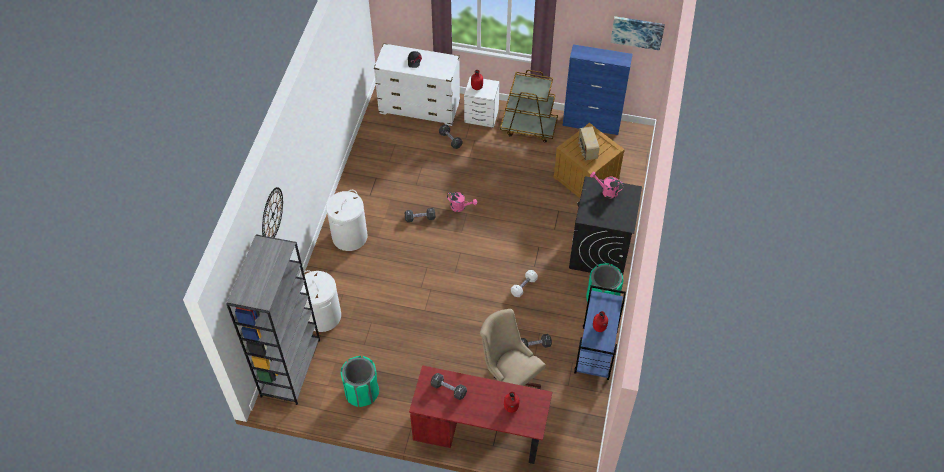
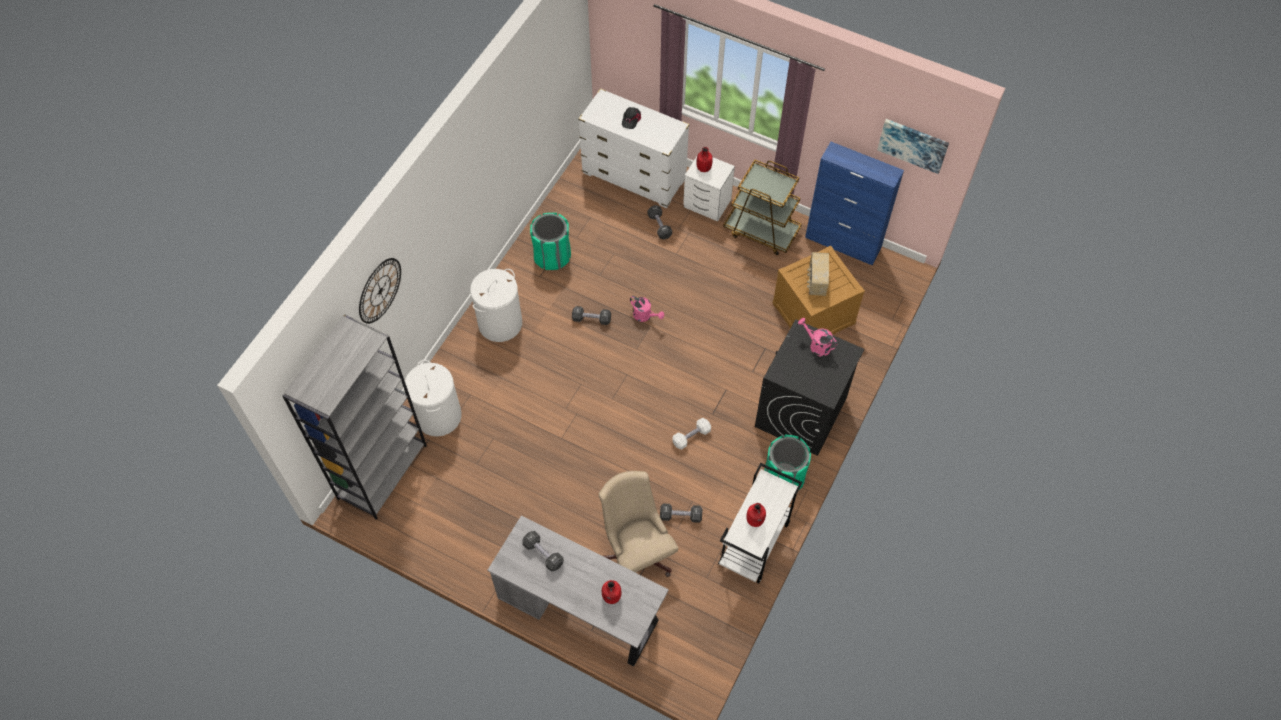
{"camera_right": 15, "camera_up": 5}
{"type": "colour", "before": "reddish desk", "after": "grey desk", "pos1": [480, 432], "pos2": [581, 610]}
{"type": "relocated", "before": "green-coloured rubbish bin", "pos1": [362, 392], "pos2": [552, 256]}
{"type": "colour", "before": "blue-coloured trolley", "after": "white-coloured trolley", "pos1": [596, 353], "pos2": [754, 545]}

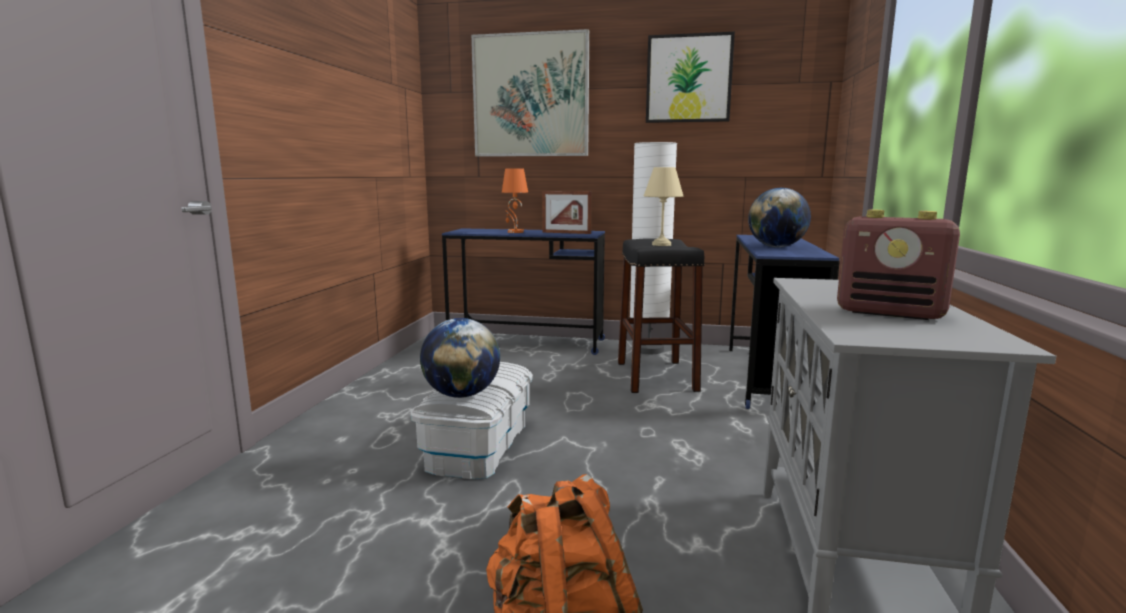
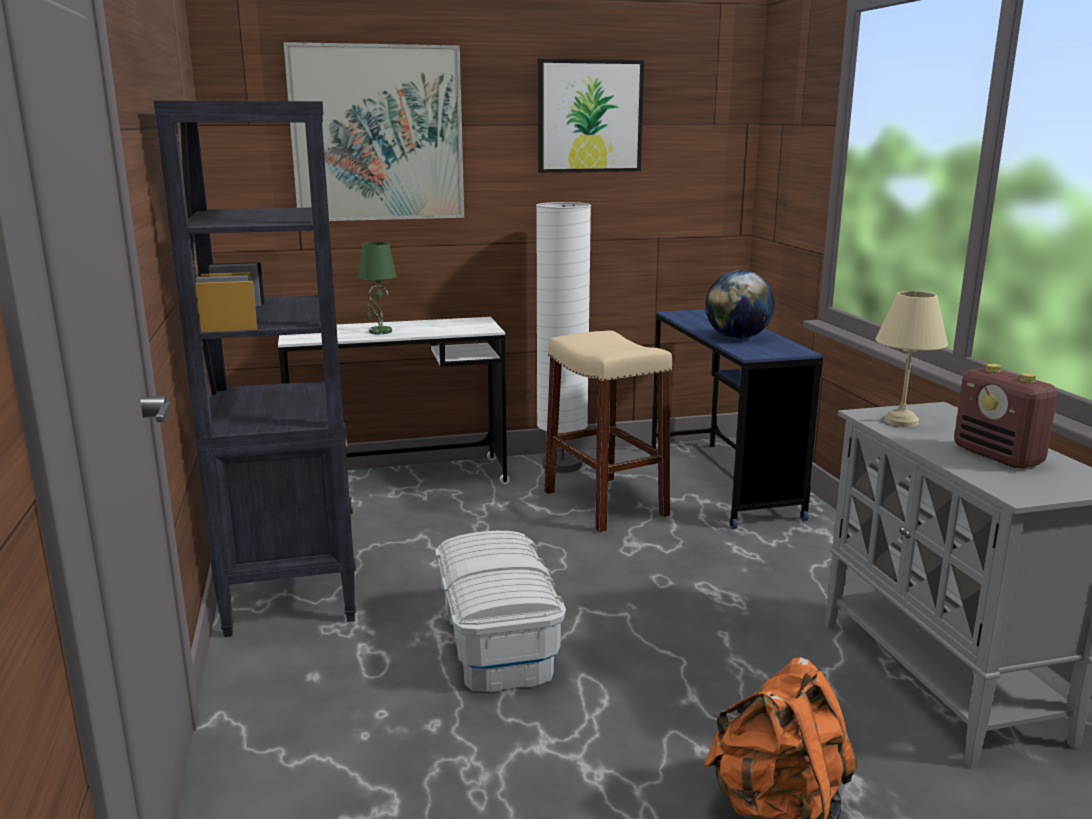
{"camera_right": -25, "camera_up": 5}
{"type": "appeared", "after": "black-coloured bookshelf", "pos2": [292, 589]}
{"type": "colour", "before": "blue-coloured desk", "after": "white-coloured desk", "pos1": [526, 343], "pos2": [399, 480]}
{"type": "colour", "before": "orange tabletop lamp", "after": "green-coloured tabletop lamp", "pos1": [515, 232], "pos2": [380, 331]}
{"type": "colour", "before": "black-coloured stool seat", "after": "beige stool seat", "pos1": [656, 376], "pos2": [605, 503]}
{"type": "relocated", "before": "beige tabletop lamp", "pos1": [662, 244], "pos2": [901, 421]}
{"type": "spun", "before": "radio receiver", "pos1": [890, 313], "pos2": [998, 456], "turn": 60}
{"type": "missing", "before": "desk globe", "pos1": [462, 395]}
{"type": "missing", "before": "photo frame", "pos1": [566, 233]}

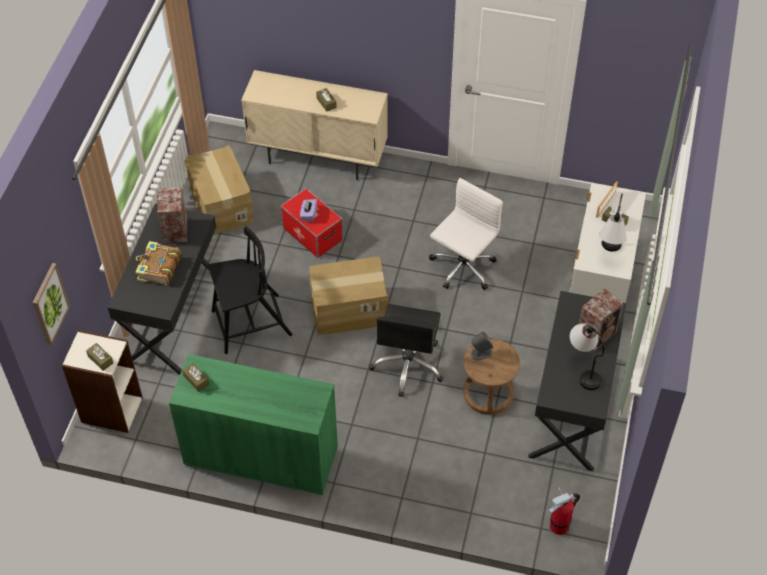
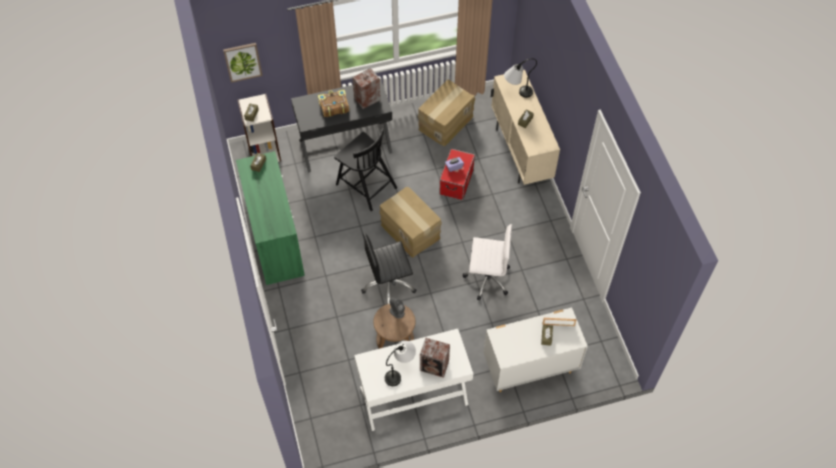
{"camera_right": 60, "camera_up": 5}
{"type": "colour", "before": "black-coloured desk", "after": "white-coloured desk", "pos1": [572, 409], "pos2": [413, 396]}
{"type": "relocated", "before": "tabletop lamp", "pos1": [608, 254], "pos2": [516, 93]}
{"type": "missing", "before": "extinguisher", "pos1": [559, 525]}

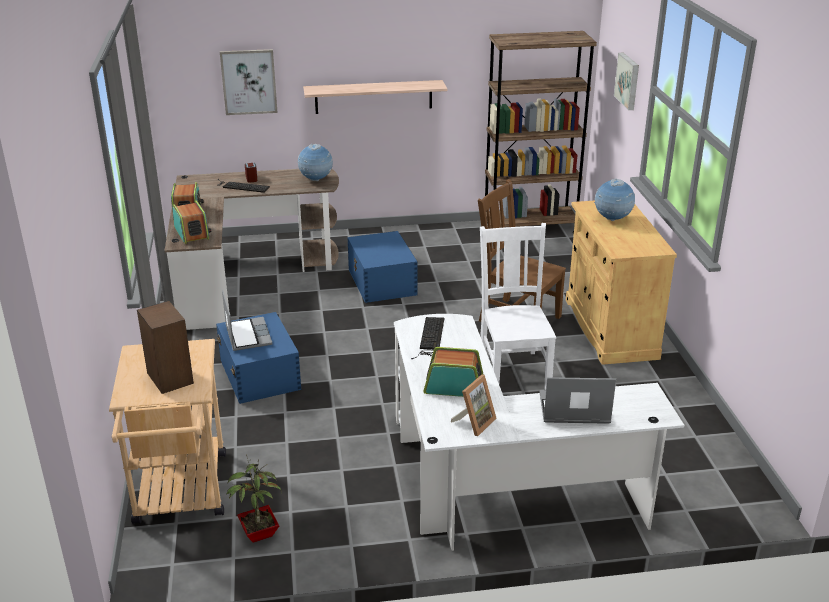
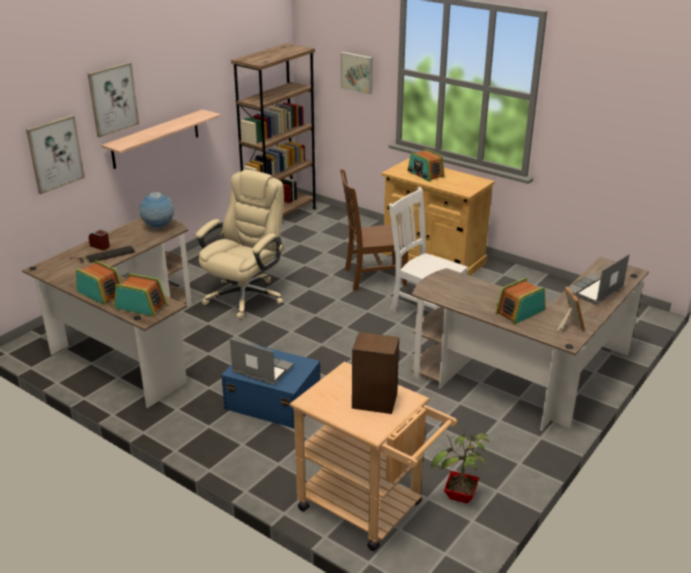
{"camera_right": -45, "camera_up": 0}
{"type": "appeared", "after": "picture", "pos2": [113, 99]}
{"type": "exchanged", "before": "blue-coloured storage box", "after": "beige office chair", "pos1": [382, 282], "pos2": [245, 296]}
{"type": "exchanged", "before": "desk globe", "after": "radio receiver", "pos1": [612, 219], "pos2": [425, 174]}
{"type": "colour", "before": "white-coloured desk", "after": "brown desk", "pos1": [492, 486], "pos2": [527, 380]}
{"type": "missing", "before": "computer keyboard", "pos1": [430, 337]}

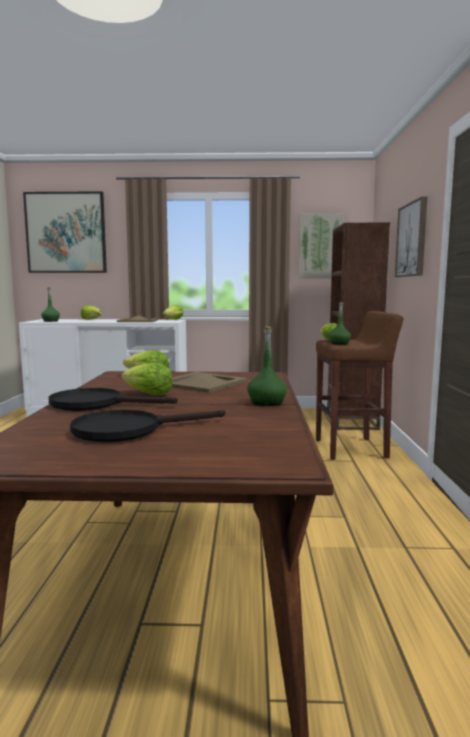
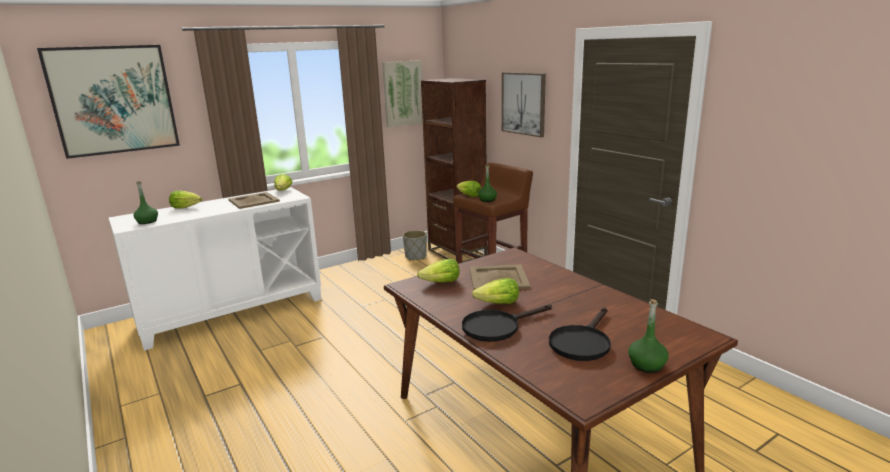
{"camera_right": -35, "camera_up": 10}
{"type": "appeared", "after": "grey flower pot", "pos2": [415, 257]}
{"type": "relocated", "before": "green-coloured bottle", "pos1": [267, 402], "pos2": [647, 365]}

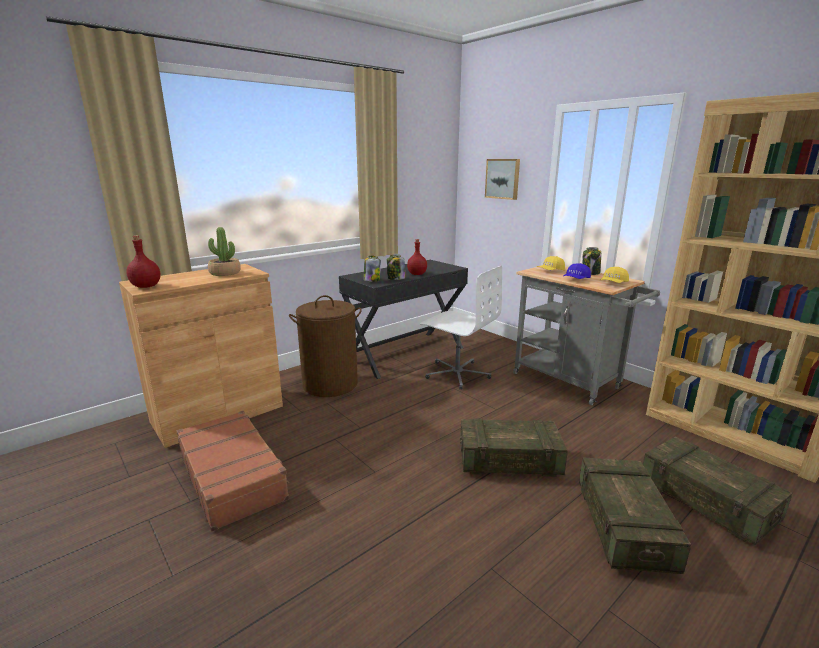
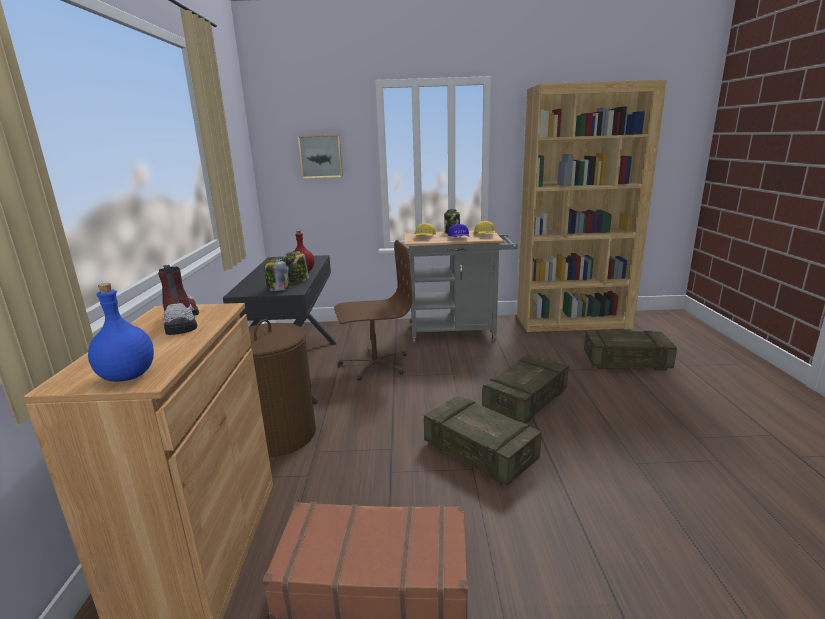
{"camera_right": -50, "camera_up": 0}
{"type": "colour", "before": "reddish bottle", "after": "blue-coloured bottle", "pos1": [145, 286], "pos2": [127, 377]}
{"type": "exchanged", "before": "plant in a pot", "after": "tall boot", "pos1": [225, 273], "pos2": [181, 321]}
{"type": "colour", "before": "white-coloured office chair", "after": "brown office chair", "pos1": [457, 373], "pos2": [374, 364]}
{"type": "relocated", "before": "shipping crate", "pos1": [623, 527], "pos2": [479, 453]}

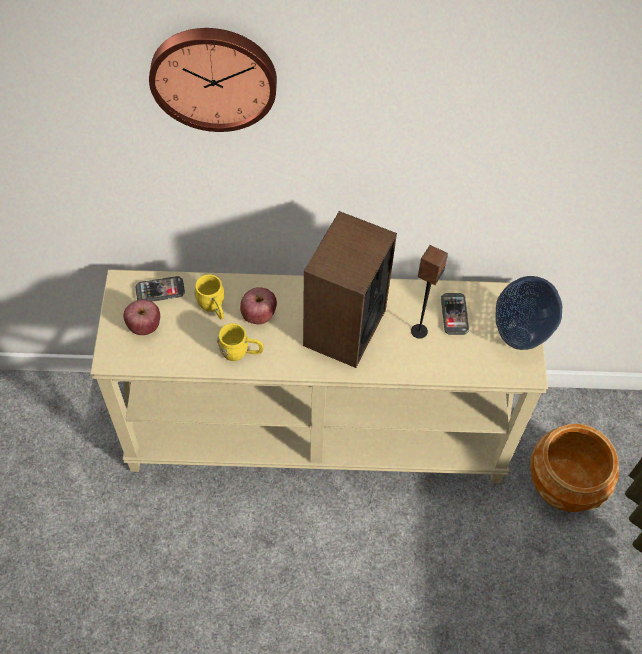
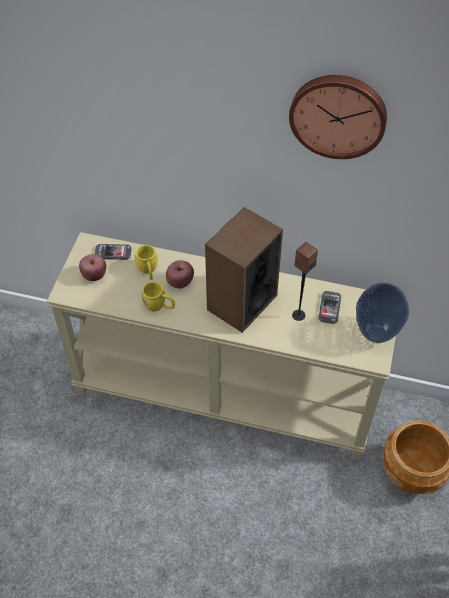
{"camera_right": 15, "camera_up": -5}
{"type": "relocated", "before": "clock on the wall", "pos1": [214, 76], "pos2": [338, 114]}

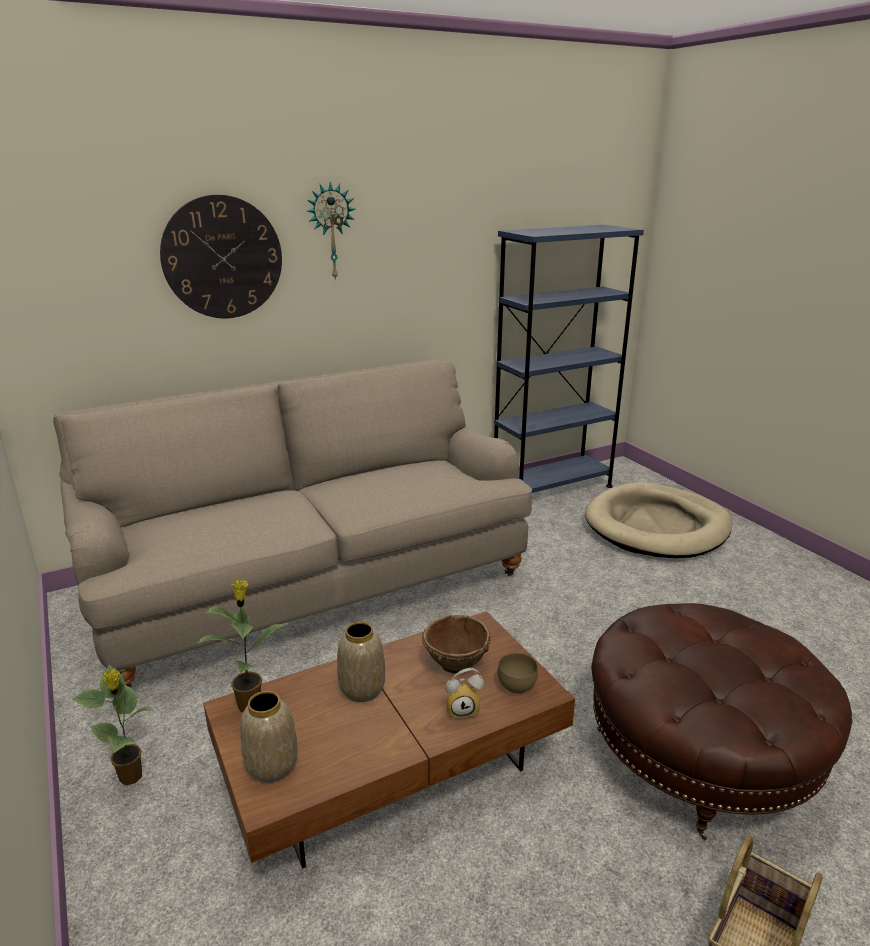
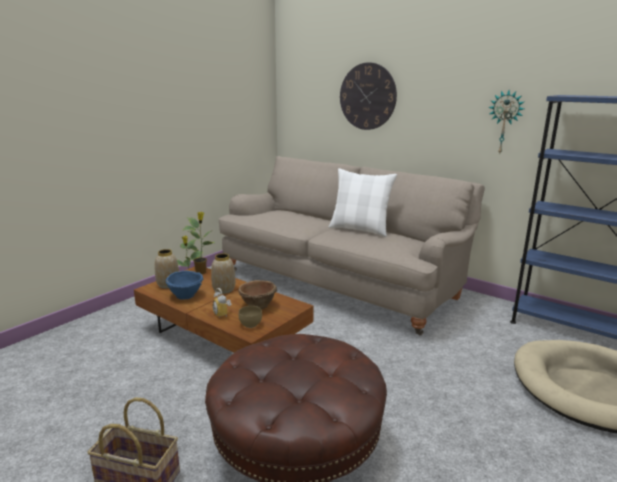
{"camera_right": 65, "camera_up": -5}
{"type": "appeared", "after": "blue-coloured deep dish", "pos2": [186, 295]}
{"type": "appeared", "after": "white-coloured cushion", "pos2": [360, 230]}
{"type": "relocated", "before": "clock on the wall", "pos1": [331, 231], "pos2": [505, 122]}

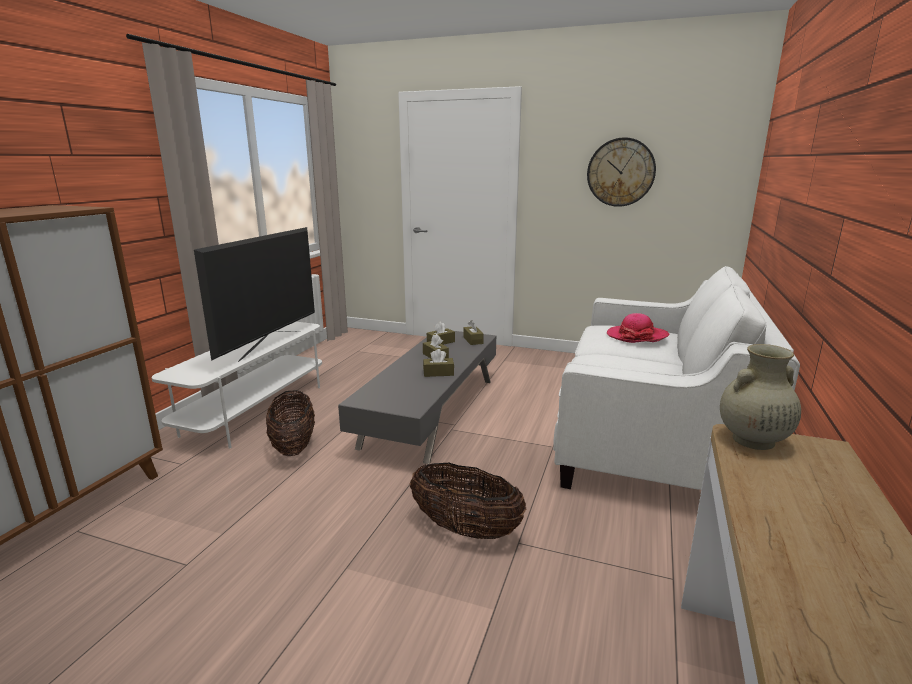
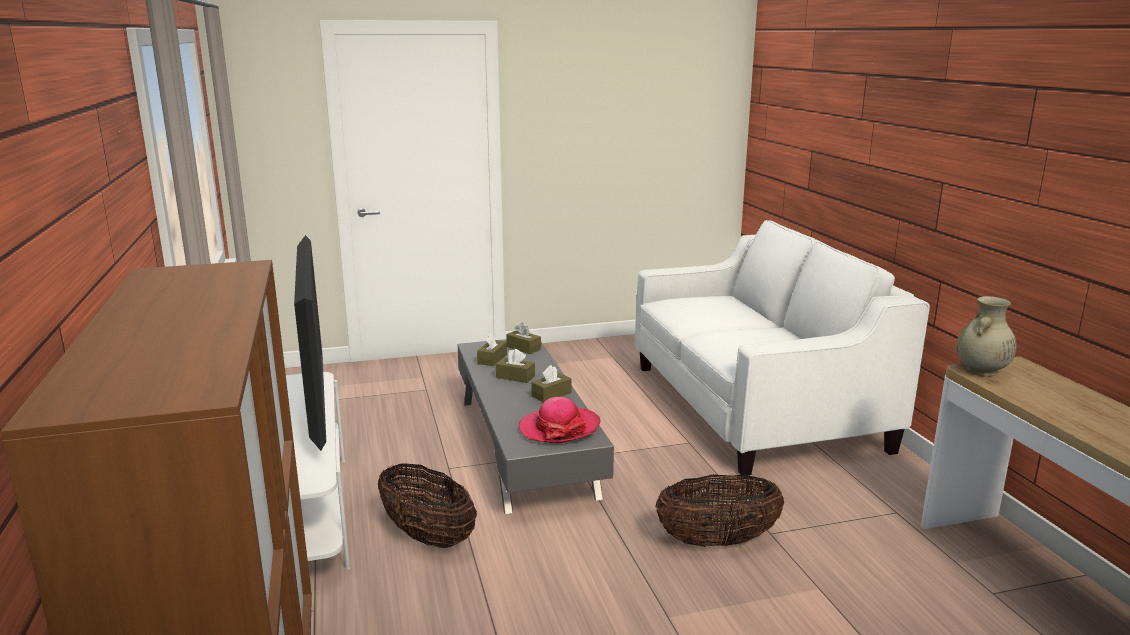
{"camera_right": -35, "camera_up": 0}
{"type": "relocated", "before": "wearable hat", "pos1": [637, 336], "pos2": [559, 428]}
{"type": "missing", "before": "clock on the wall", "pos1": [620, 172]}

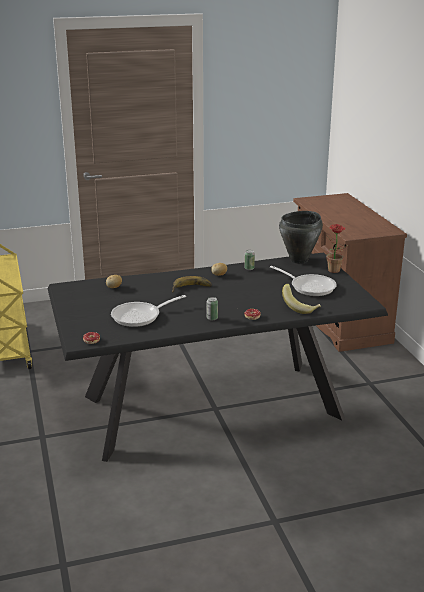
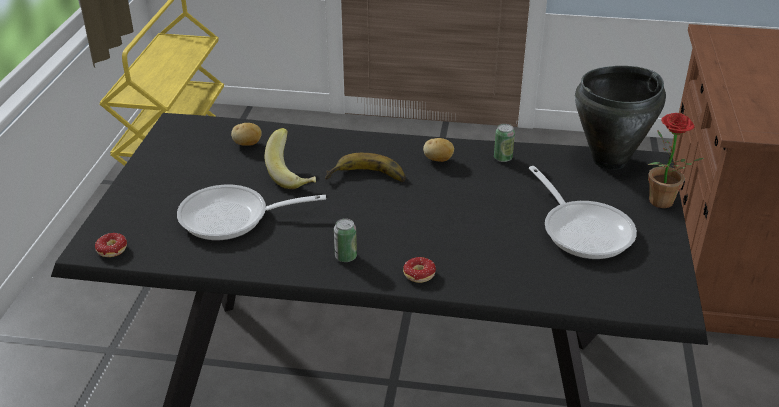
{"camera_right": 25, "camera_up": 10}
{"type": "relocated", "before": "banana", "pos1": [300, 308], "pos2": [293, 175]}

